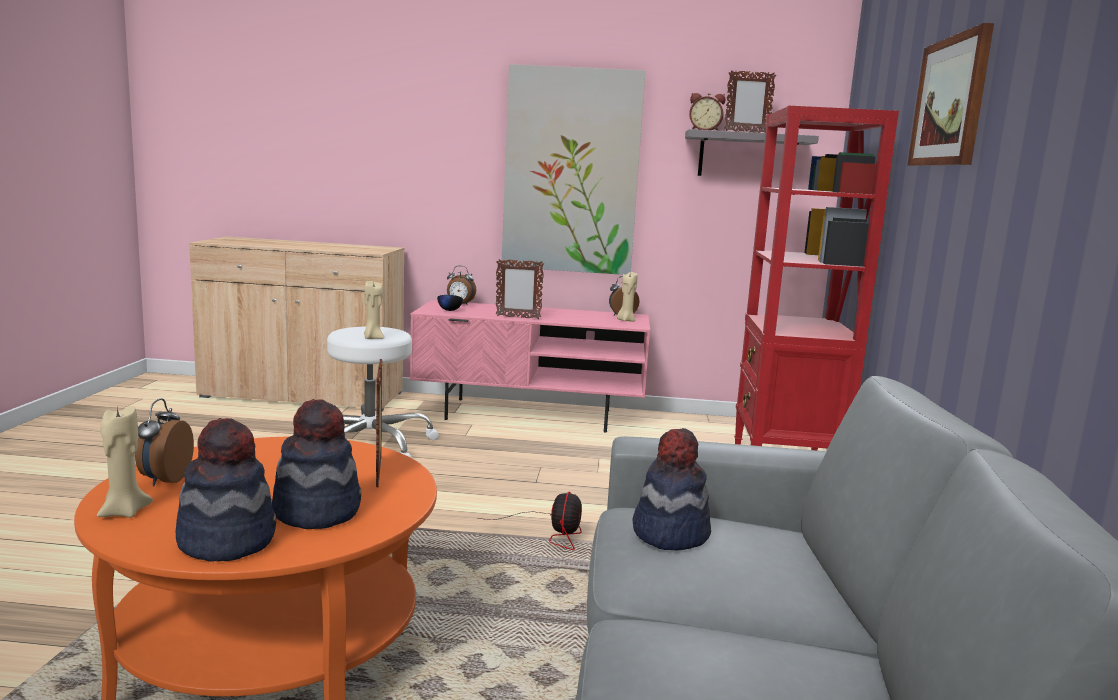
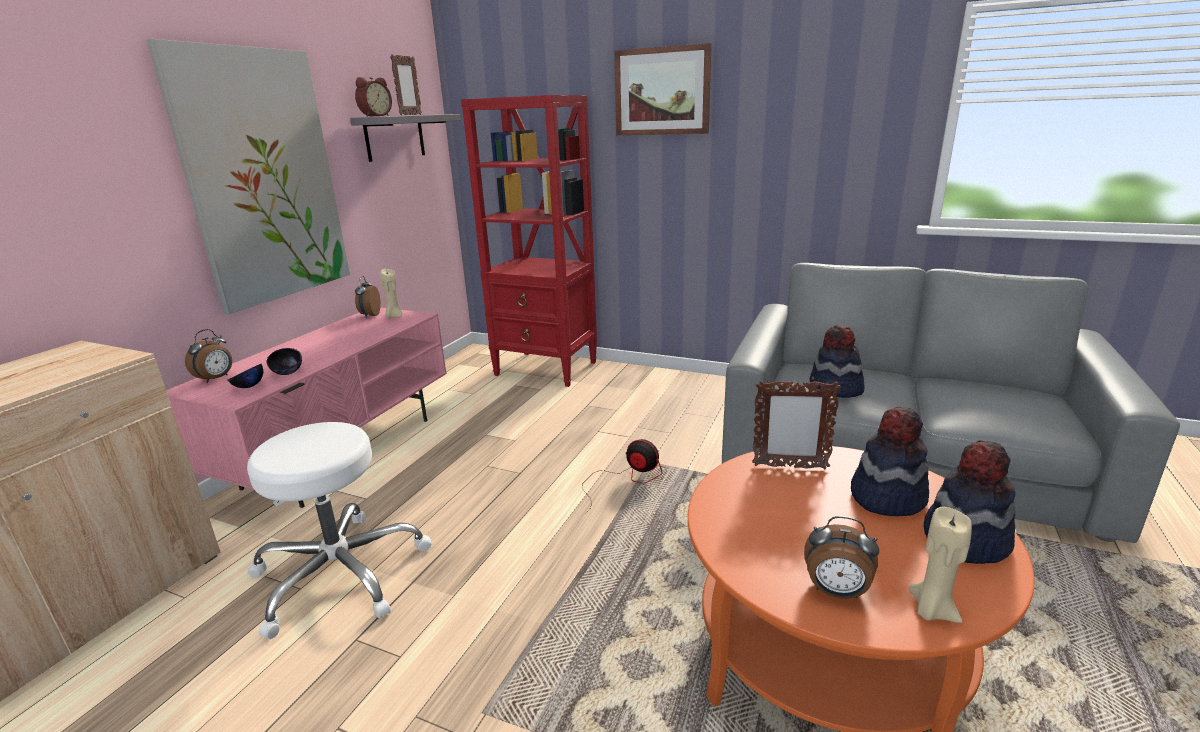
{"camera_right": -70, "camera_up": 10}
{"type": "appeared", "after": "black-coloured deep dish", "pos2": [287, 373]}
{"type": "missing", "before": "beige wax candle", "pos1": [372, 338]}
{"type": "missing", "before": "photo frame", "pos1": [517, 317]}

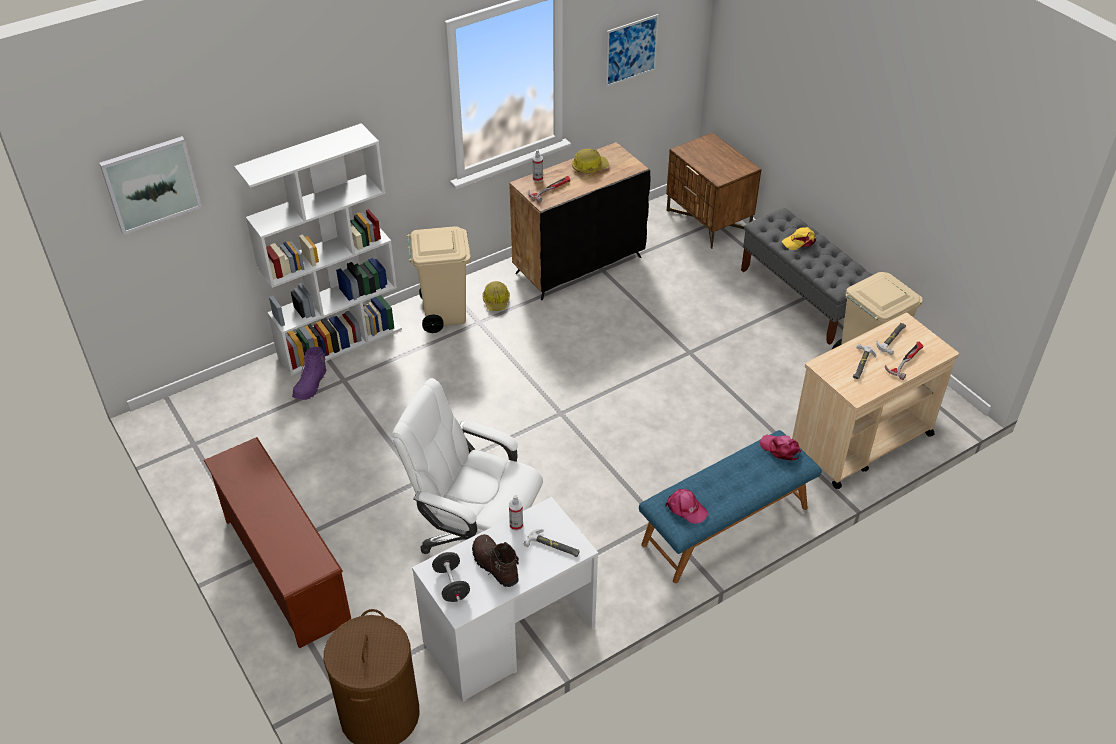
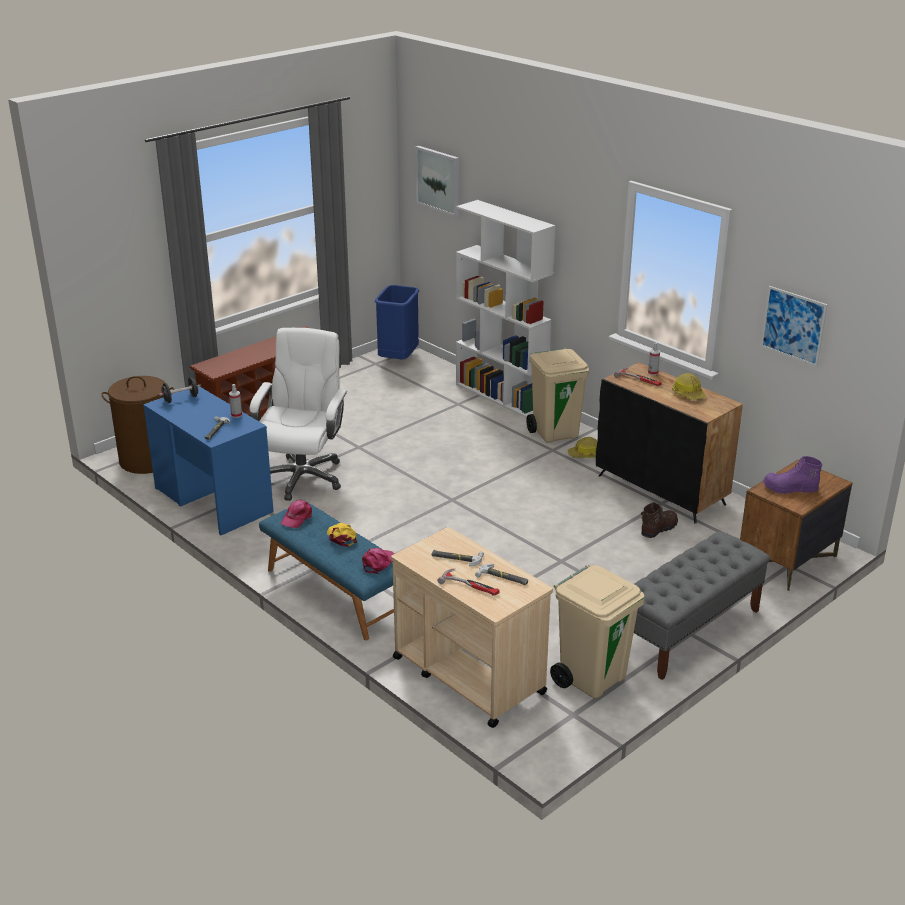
{"camera_right": 80, "camera_up": -15}
{"type": "colour", "before": "white-coloured desk", "after": "blue-coloured desk", "pos1": [509, 635], "pos2": [213, 500]}
{"type": "relocated", "before": "yellow baseball cap", "pos1": [799, 242], "pos2": [342, 537]}
{"type": "appeared", "after": "blue-coloured rubbish bin", "pos2": [399, 359]}
{"type": "relocated", "before": "brown tall boot", "pos1": [494, 566], "pos2": [658, 529]}
{"type": "relocated", "before": "purple tall boot", "pos1": [311, 385], "pos2": [790, 489]}

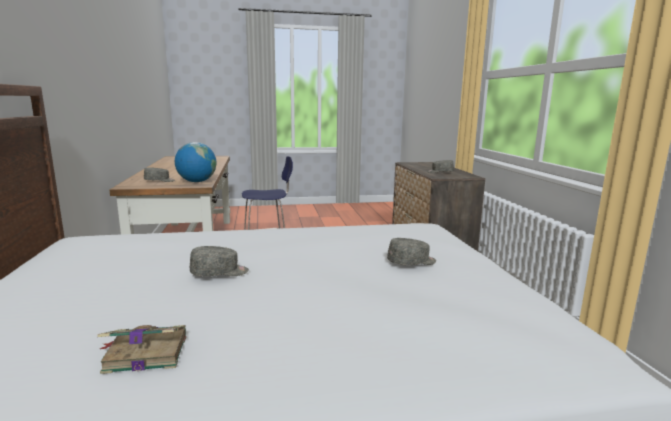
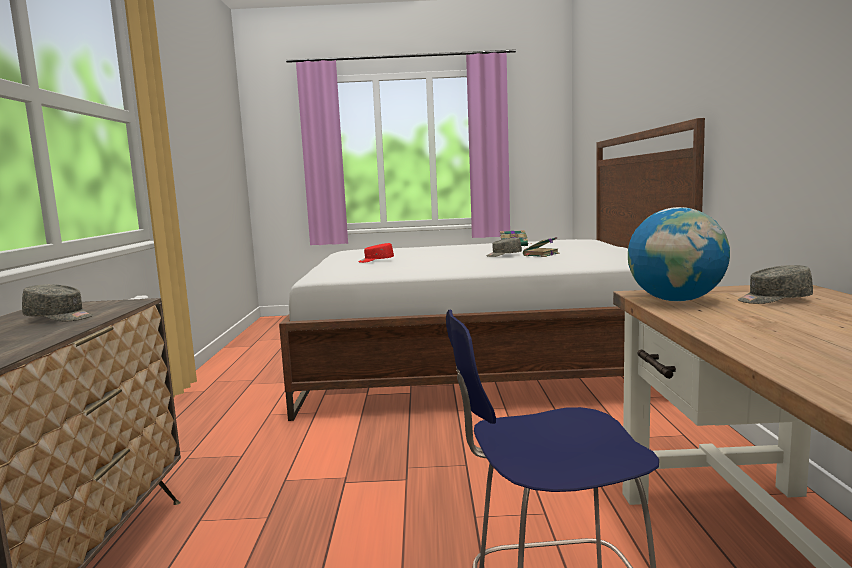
{"camera_right": -170, "camera_up": -5}
{"type": "colour", "before": "grey baseball cap", "after": "reddish baseball cap", "pos1": [412, 262], "pos2": [376, 261]}
{"type": "appeared", "after": "book", "pos2": [540, 255]}

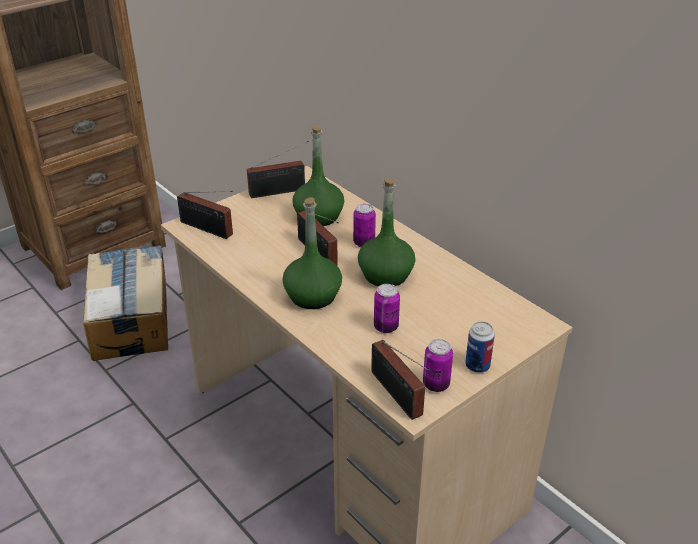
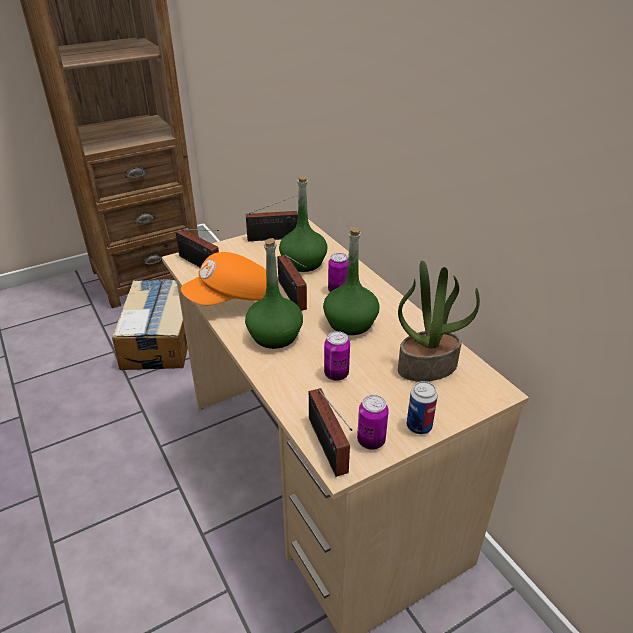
{"camera_right": 10, "camera_up": 0}
{"type": "appeared", "after": "orange baseball cap", "pos2": [232, 300]}
{"type": "appeared", "after": "plant in a pot", "pos2": [427, 366]}

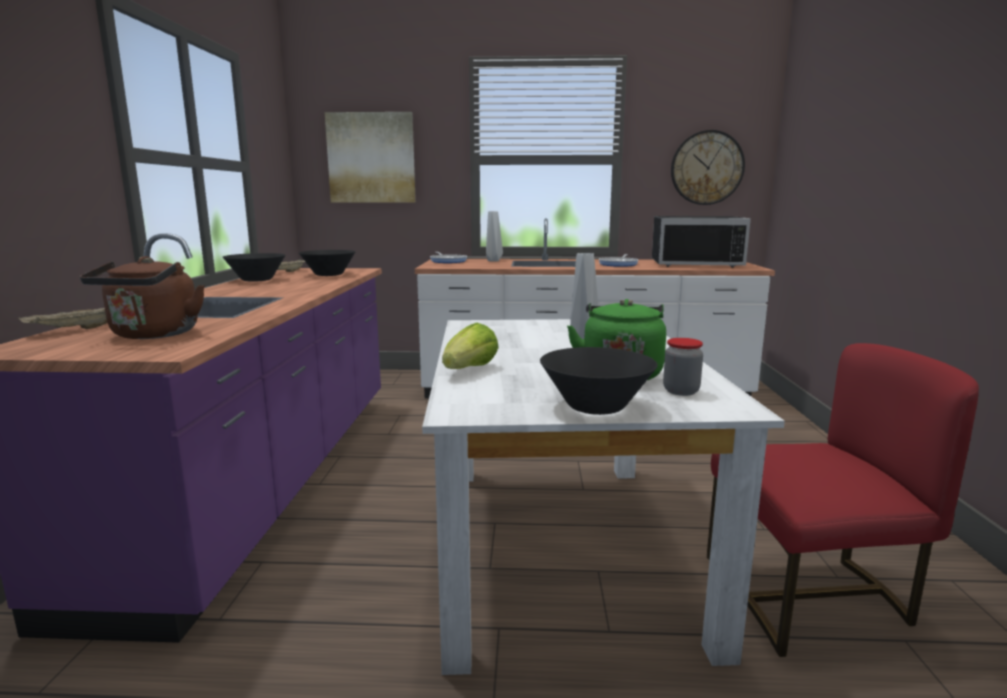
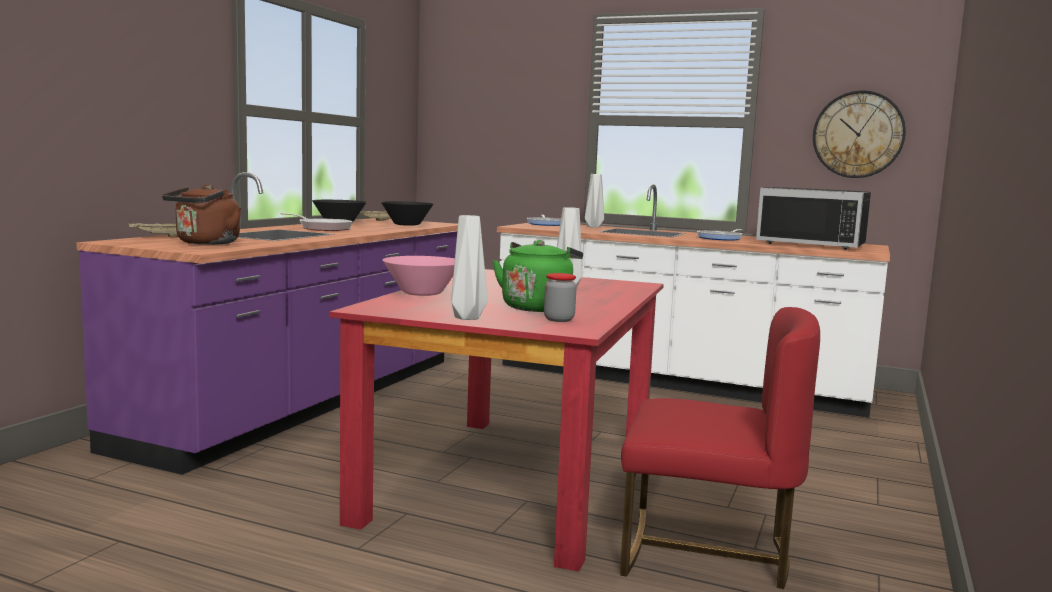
{"camera_right": 20, "camera_up": -5}
{"type": "appeared", "after": "frying pan", "pos2": [322, 228]}
{"type": "colour", "before": "white-coloured dining table", "after": "reddish dining table", "pos1": [559, 543], "pos2": [513, 479]}
{"type": "exchanged", "before": "lettuce head", "after": "pinkish deep dish", "pos1": [470, 370], "pos2": [422, 293]}
{"type": "exchanged", "before": "black-coloured deep dish", "after": "grey vase", "pos1": [595, 407], "pos2": [469, 318]}
{"type": "missing", "before": "picture", "pos1": [371, 158]}

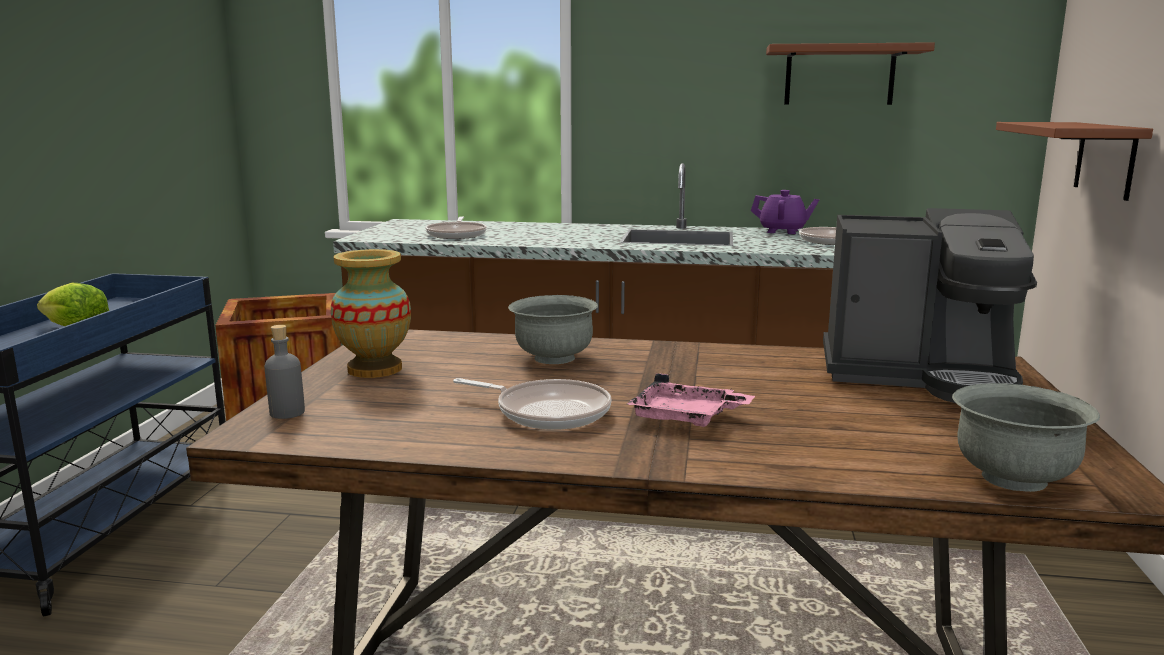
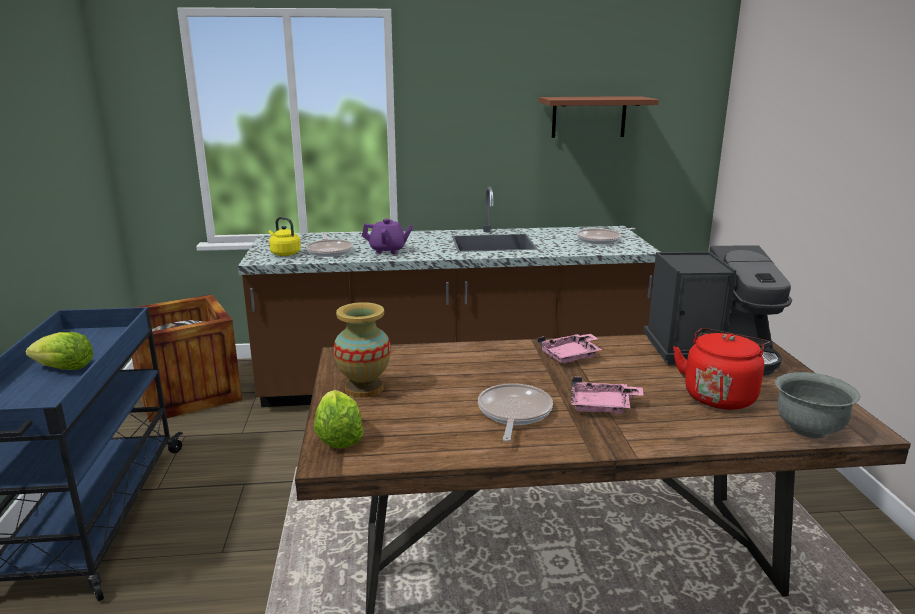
{"camera_right": -15, "camera_up": 5}
{"type": "appeared", "after": "yellow water kettle", "pos2": [284, 253]}
{"type": "exchanged", "before": "grey bottle", "after": "lettuce head", "pos1": [287, 413], "pos2": [338, 437]}
{"type": "relocated", "before": "purple pot for tea", "pos1": [783, 231], "pos2": [388, 250]}
{"type": "spun", "before": "frying pan", "pos1": [547, 412], "pos2": [513, 413], "turn": -90}
{"type": "appeared", "after": "pinkish carrying tray", "pos2": [571, 356]}
{"type": "appeared", "after": "reddish water kettle", "pos2": [719, 395]}
{"type": "missing", "before": "grey deep dish", "pos1": [553, 358]}
{"type": "missing", "before": "brown bracket shelf", "pos1": [1105, 159]}

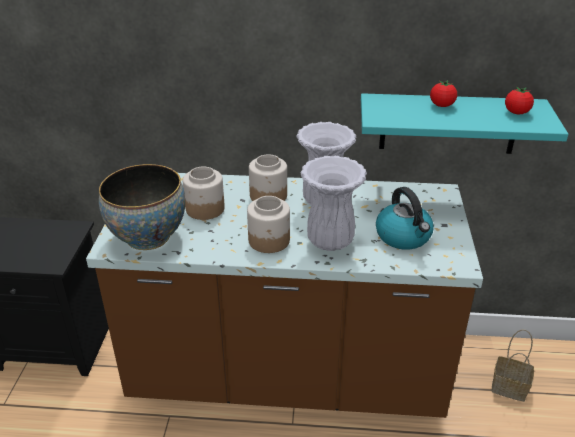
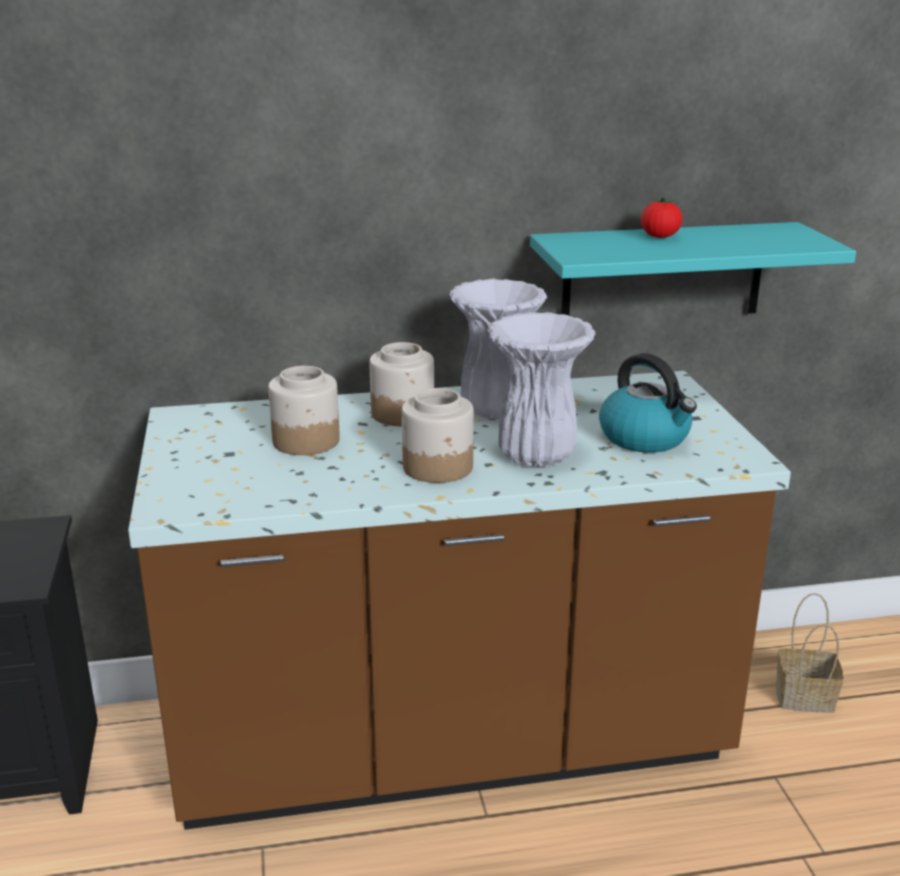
{"camera_right": -15, "camera_up": -10}
{"type": "missing", "before": "deep dish", "pos1": [148, 237]}
{"type": "missing", "before": "tomato", "pos1": [516, 113]}

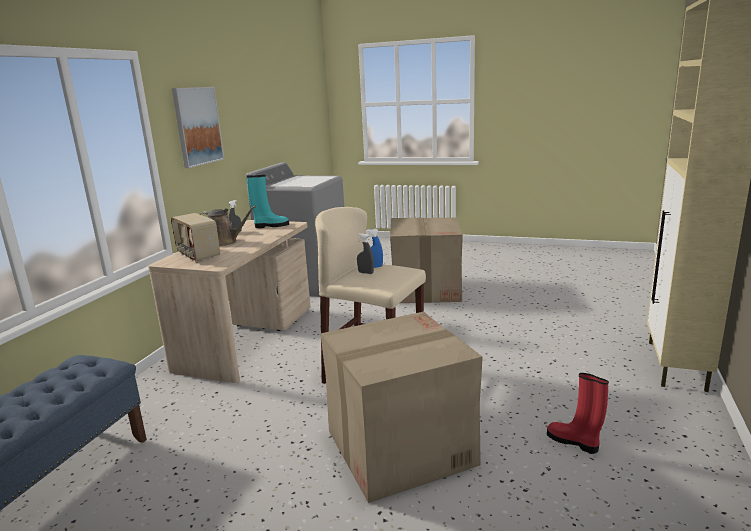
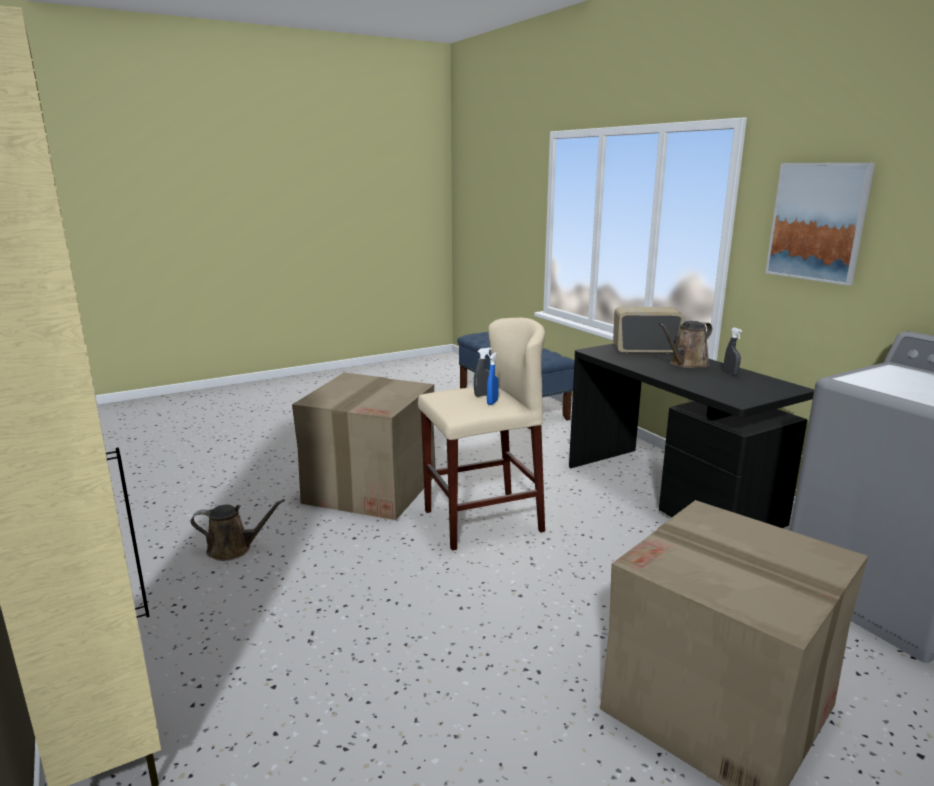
{"camera_right": 130, "camera_up": 0}
{"type": "exchanged", "before": "reddish tall boot", "after": "brown watering pot", "pos1": [574, 442], "pos2": [233, 549]}
{"type": "colour", "before": "beige desk", "after": "black-coloured desk", "pos1": [249, 338], "pos2": [670, 494]}
{"type": "missing", "before": "turquoise-coloured tall boot", "pos1": [270, 226]}

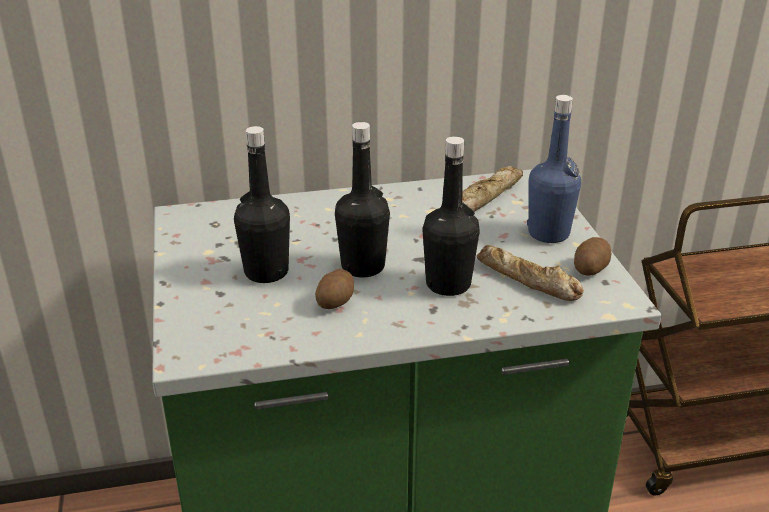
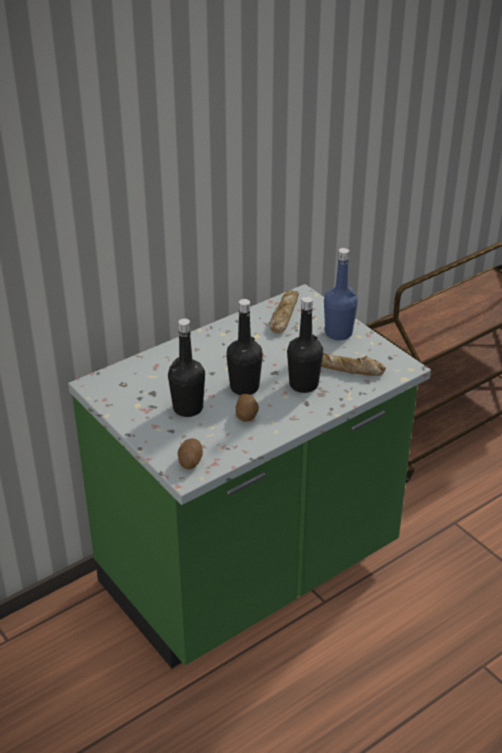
{"camera_right": -25, "camera_up": 5}
{"type": "relocated", "before": "potato", "pos1": [590, 268], "pos2": [190, 461]}

